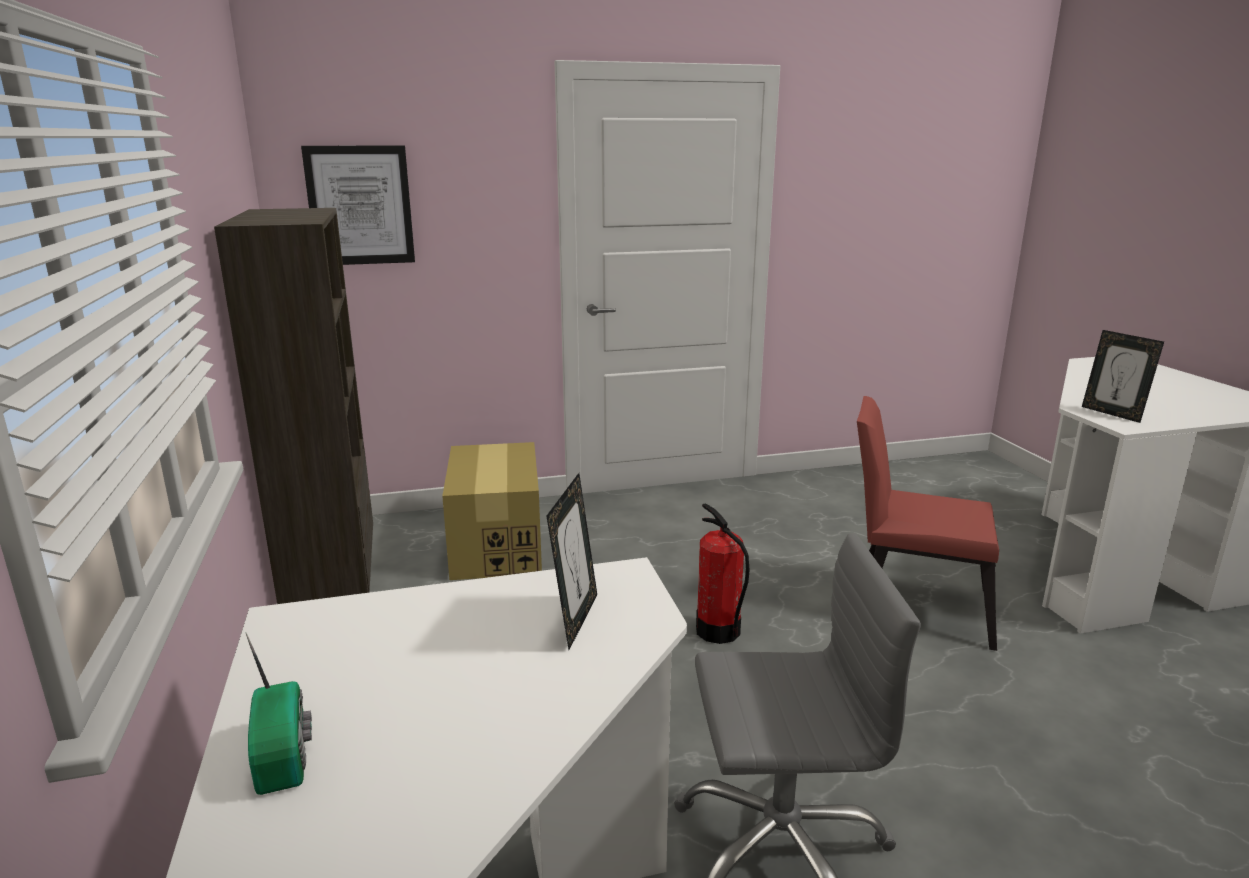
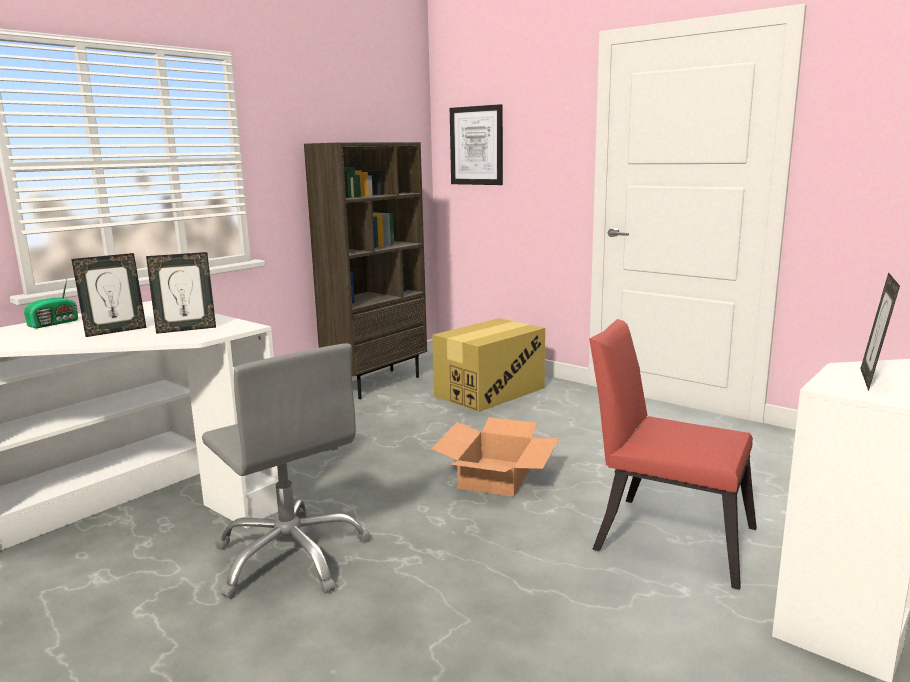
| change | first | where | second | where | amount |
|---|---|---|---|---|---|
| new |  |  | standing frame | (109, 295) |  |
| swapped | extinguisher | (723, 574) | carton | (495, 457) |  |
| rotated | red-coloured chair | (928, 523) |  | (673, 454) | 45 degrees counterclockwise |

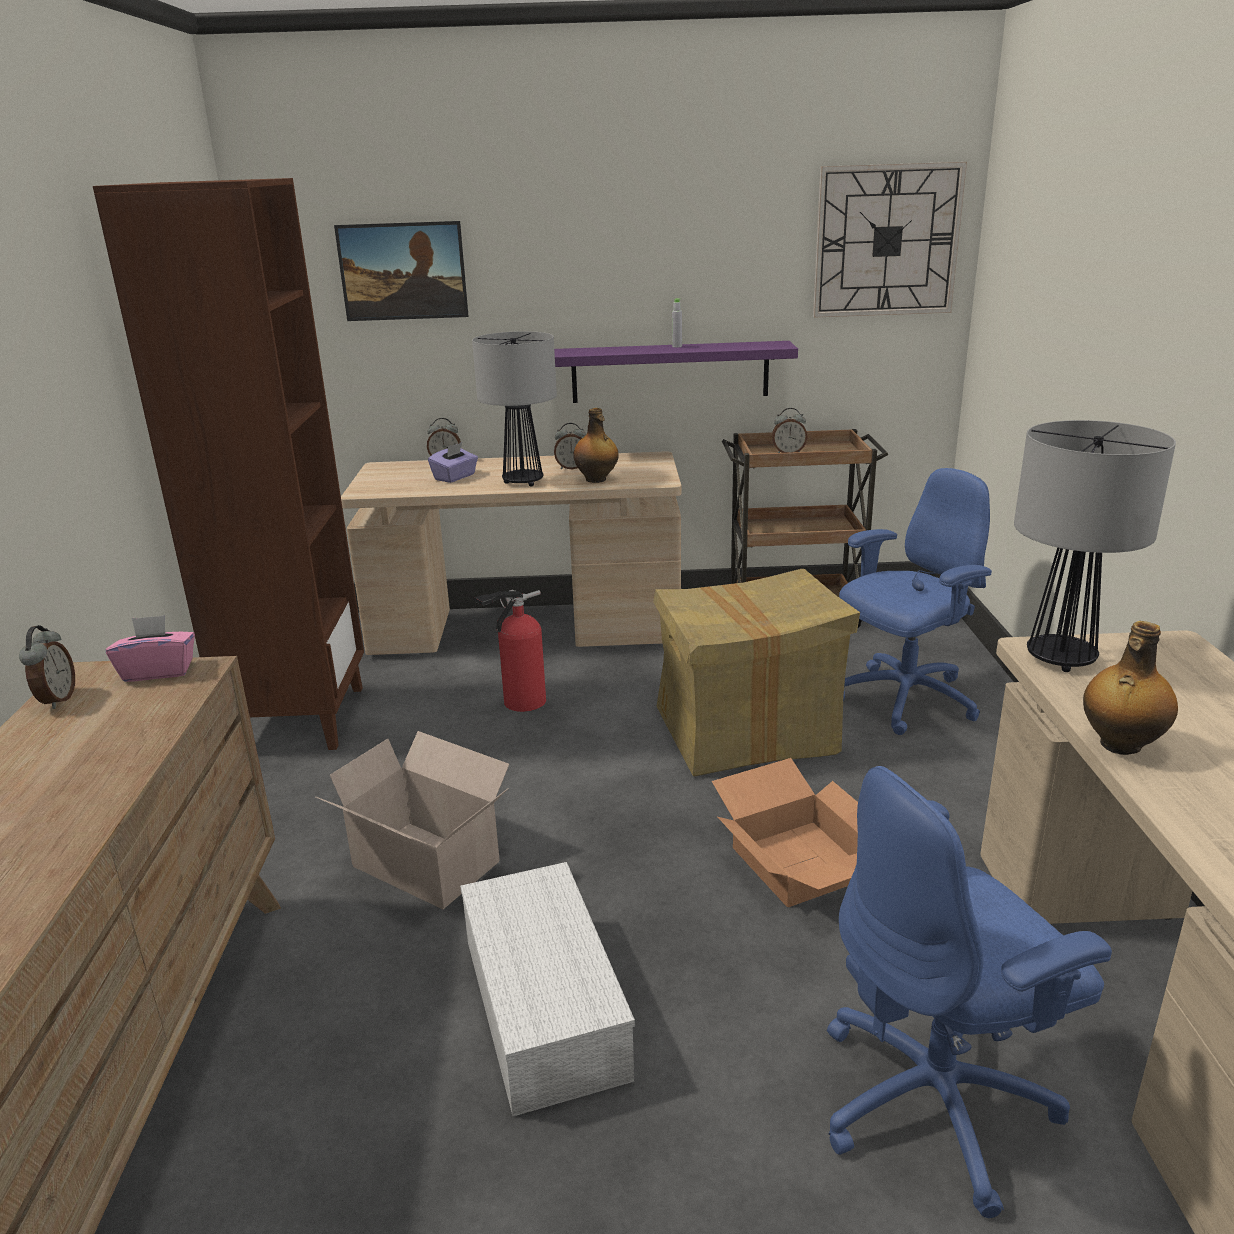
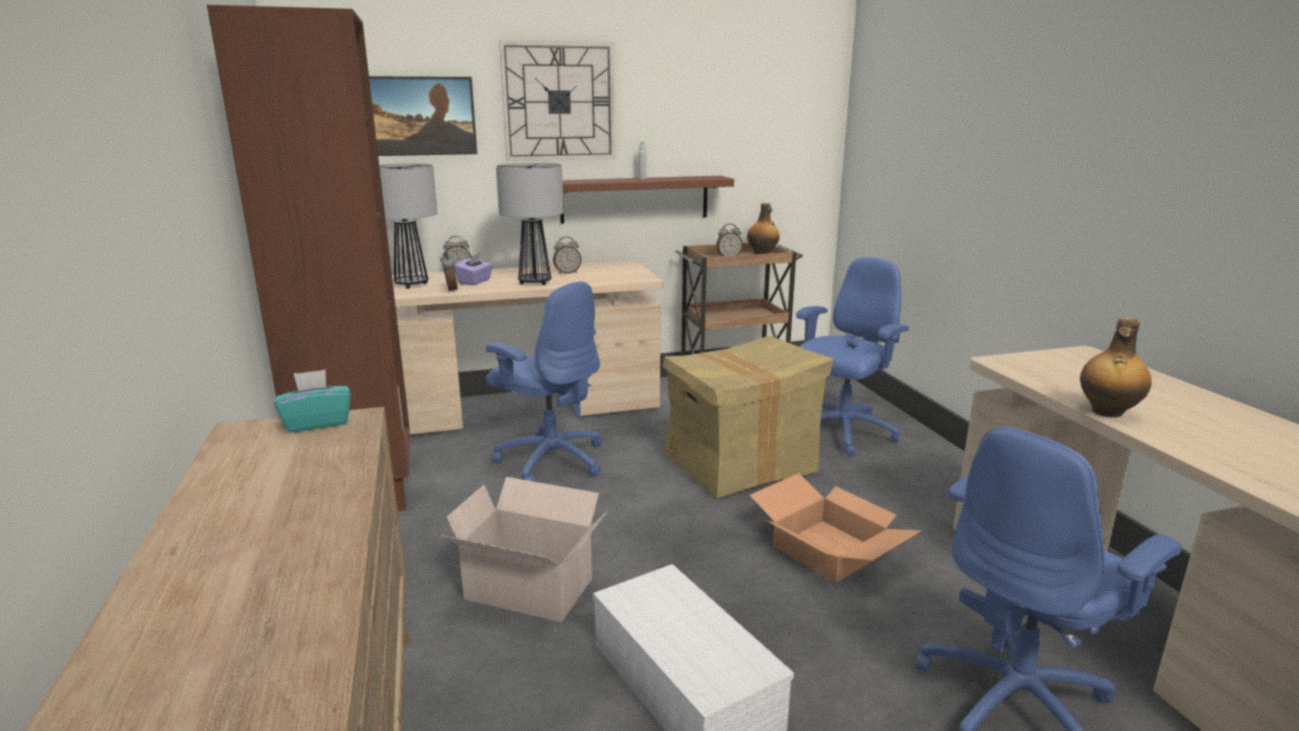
| change | first | where | second | where | amount |
|---|---|---|---|---|---|
| repainted | pinkish tissue box | (150, 648) | turquoise-coloured tissue box | (312, 401) |  |
| shifted | tabletop lamp | (1095, 546) |  | (408, 225) |  |
| shifted | table clock | (47, 667) |  | (449, 272) |  |
| swapped | extinguisher | (510, 651) | blue computer chair | (544, 382) |  |
| shifted | clock on the wall | (890, 240) |  | (557, 101) |  |
| repainted | purple-coloured bracket shelf | (676, 372) | brownish bracket shelf | (647, 200) |  |
| shifted | beverage bottle | (596, 445) |  | (763, 228) |  |

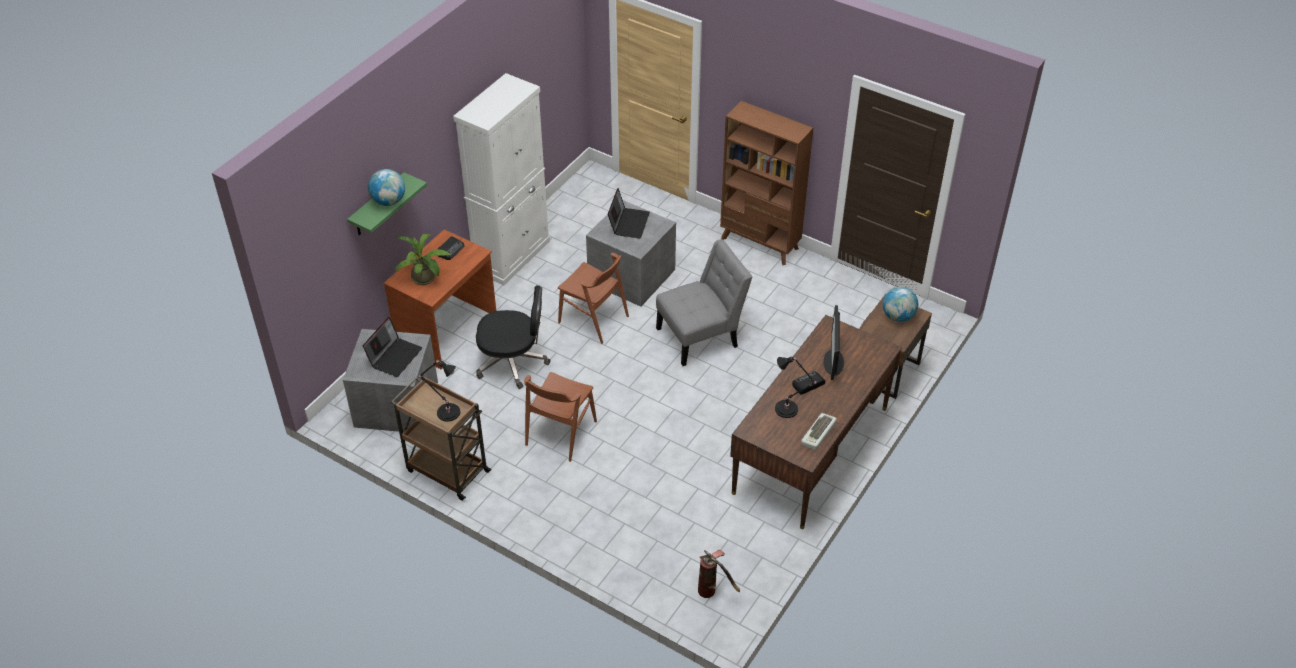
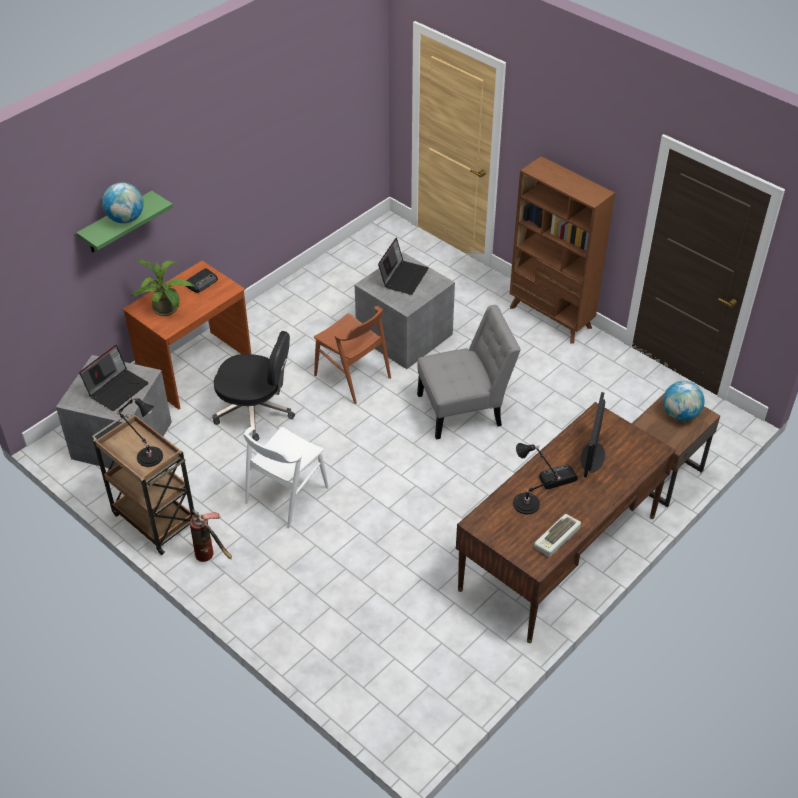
| change | first | where | second | where | amount |
|---|---|---|---|---|---|
| shifted | extinguisher | (719, 574) |  | (211, 535) |  |
| repainted | brownish chair | (560, 417) | whitish chair | (286, 477) |  |
| gone | whitish cupboard | (501, 179) |  |  |  |

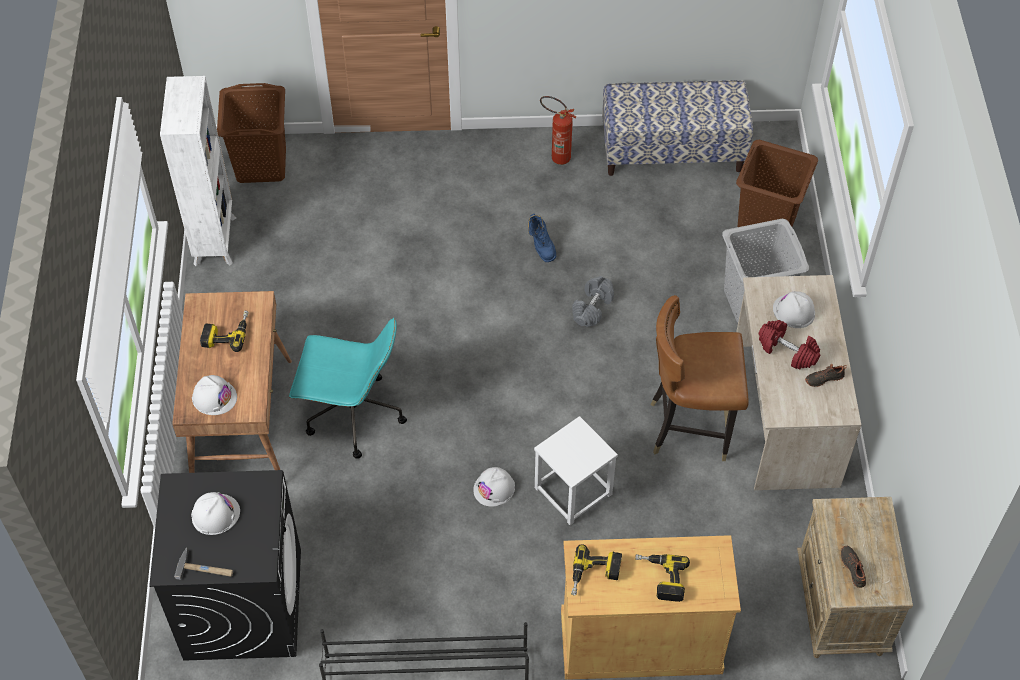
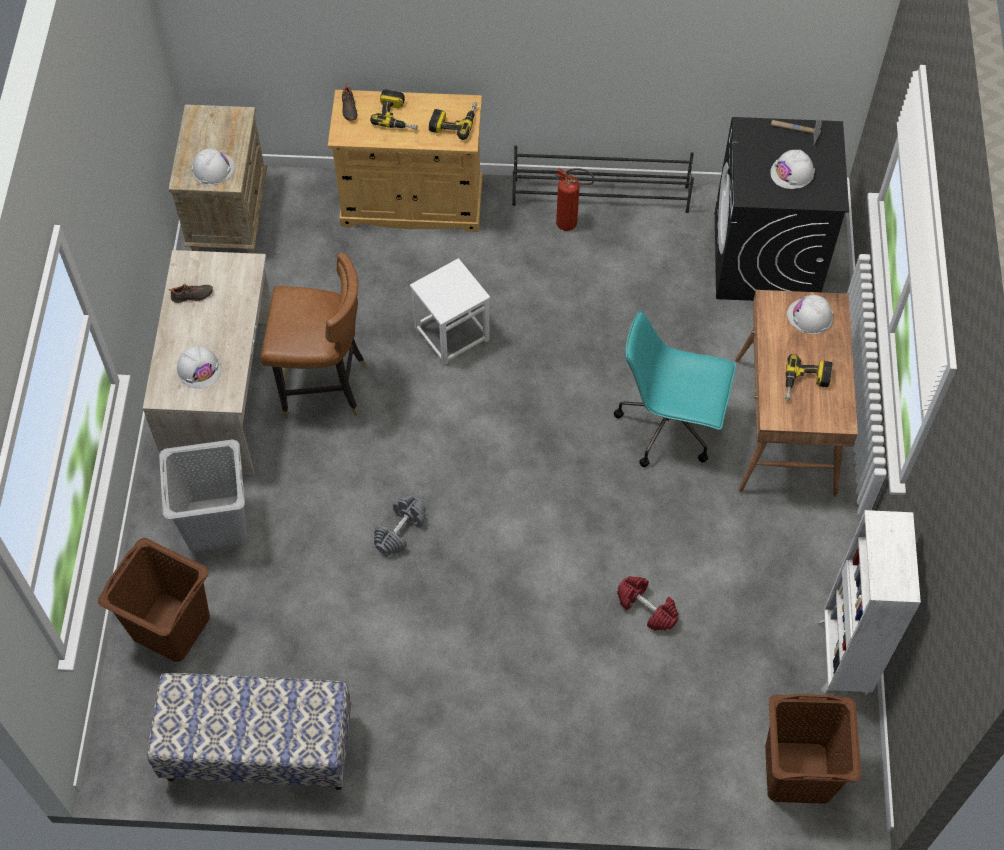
| change | first | where | second | where | amount |
|---|---|---|---|---|---|
| shifted | whitish work helmet | (494, 487) |  | (213, 167) |  |
| shifted | black shoe | (853, 567) |  | (349, 102) |  |
| shifted | extinguisher | (558, 130) |  | (574, 199) |  |
| shifted | red-coloured dumbbell | (789, 344) |  | (647, 603) |  |
| gone | blue high-top boot | (542, 238) |  |  |  |

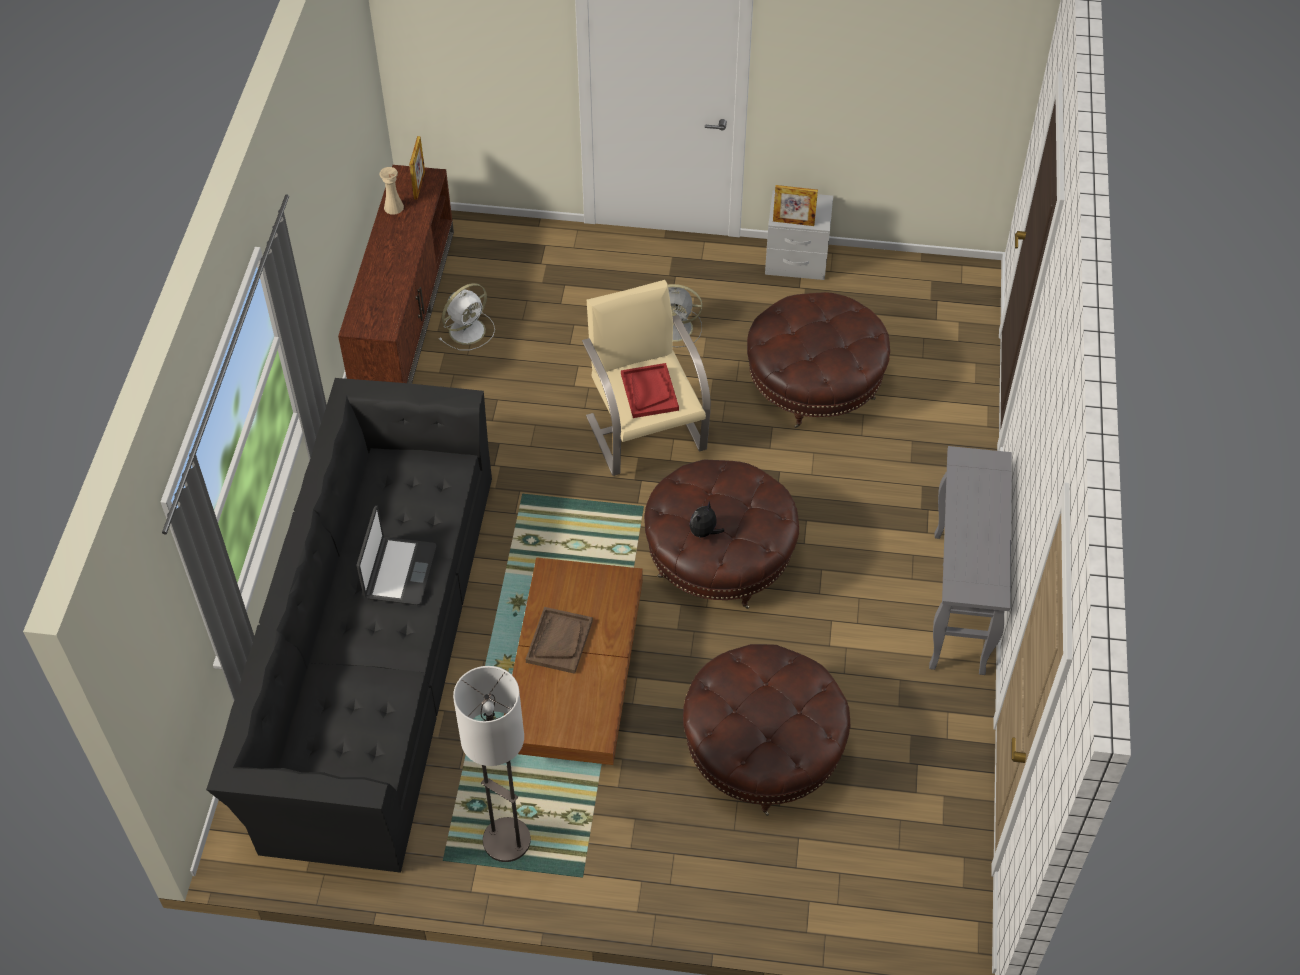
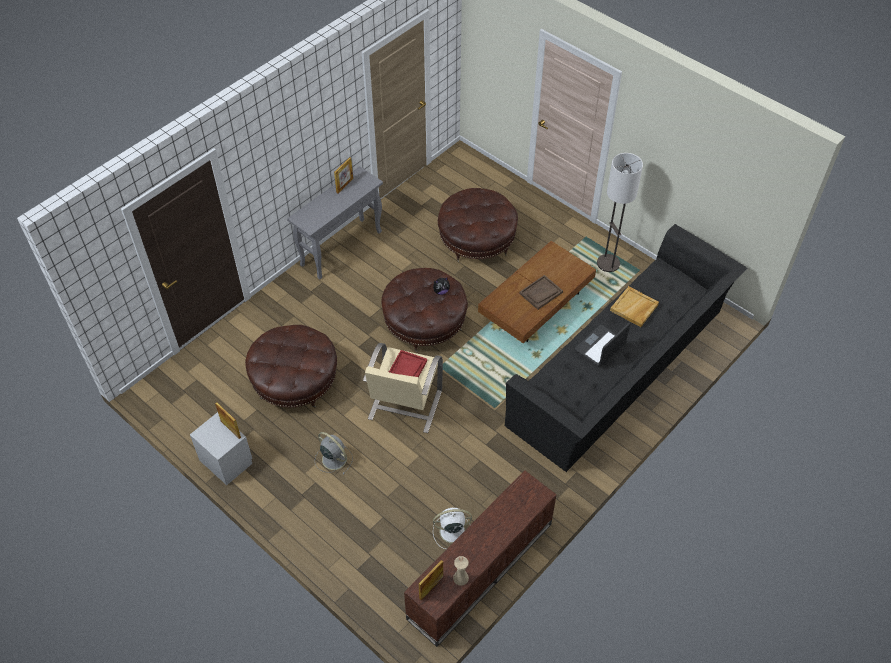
| change | first | where | second | where | amount |
|---|---|---|---|---|---|
| new |  |  | standing frame | (343, 175) |  |
| new |  |  | sand-coloured tray | (634, 306) |  |

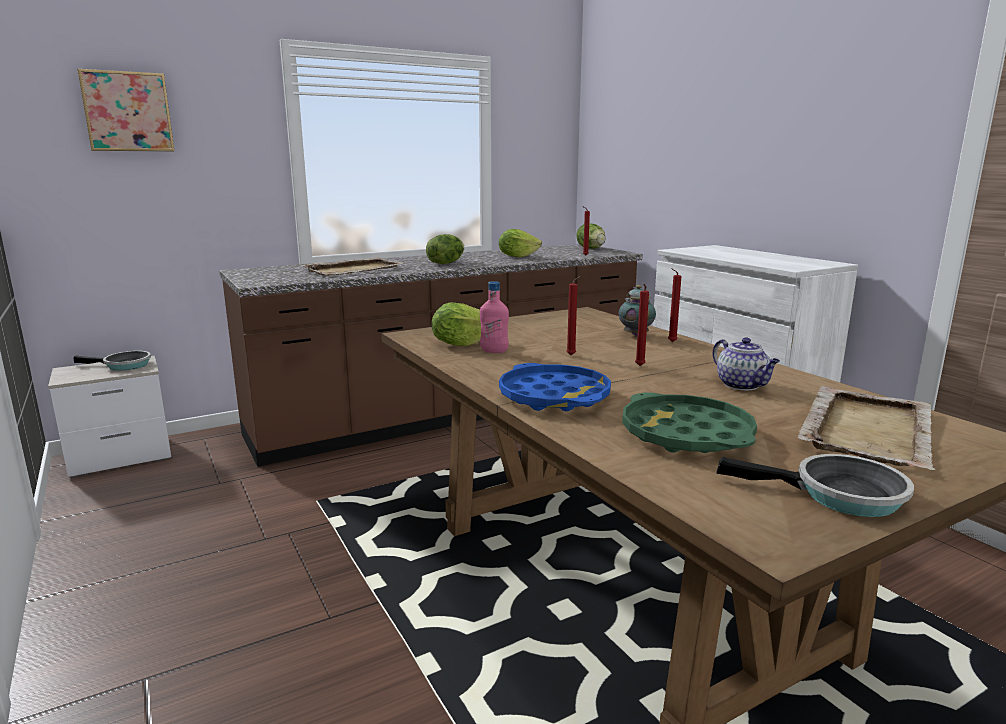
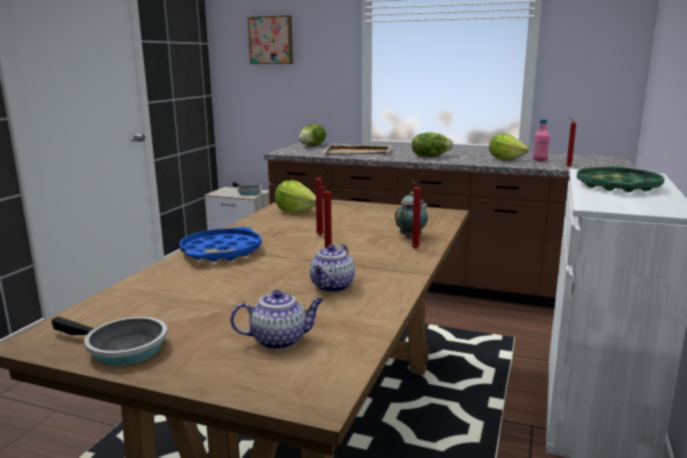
| change | first | where | second | where | amount |
|---|---|---|---|---|---|
| rotated | skillet | (815, 485) |  | (109, 341) | 45 degrees counterclockwise |
| swapped | sand-coloured tray | (867, 428) | teapot | (277, 320) |  |
| shifted | lettuce head | (591, 236) |  | (312, 135) |  |
| shifted | pinkish beverage bottle | (494, 317) |  | (541, 140) |  |
| shifted | green tray | (689, 422) |  | (621, 179) |  |

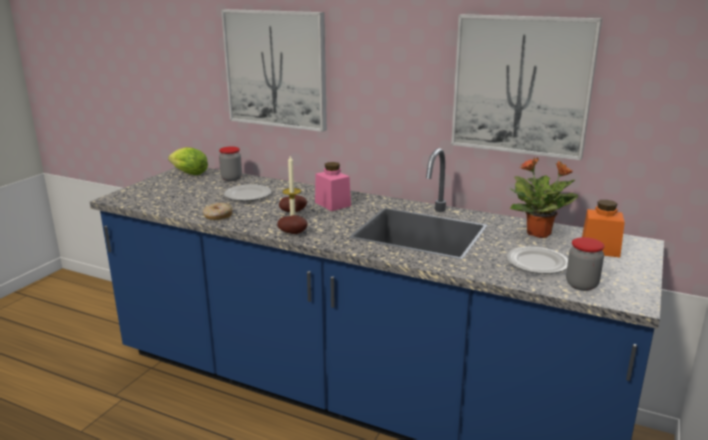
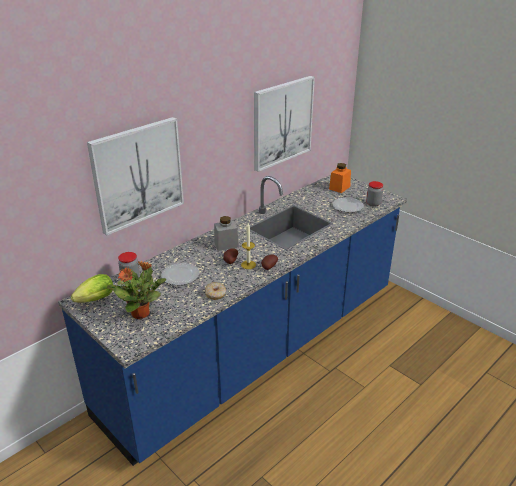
| change | first | where | second | where | amount |
|---|---|---|---|---|---|
| shifted | plant in a pot | (544, 197) |  | (136, 290) |  |
| repainted | pinkish jar | (333, 186) | gray jar | (226, 233) |  |

